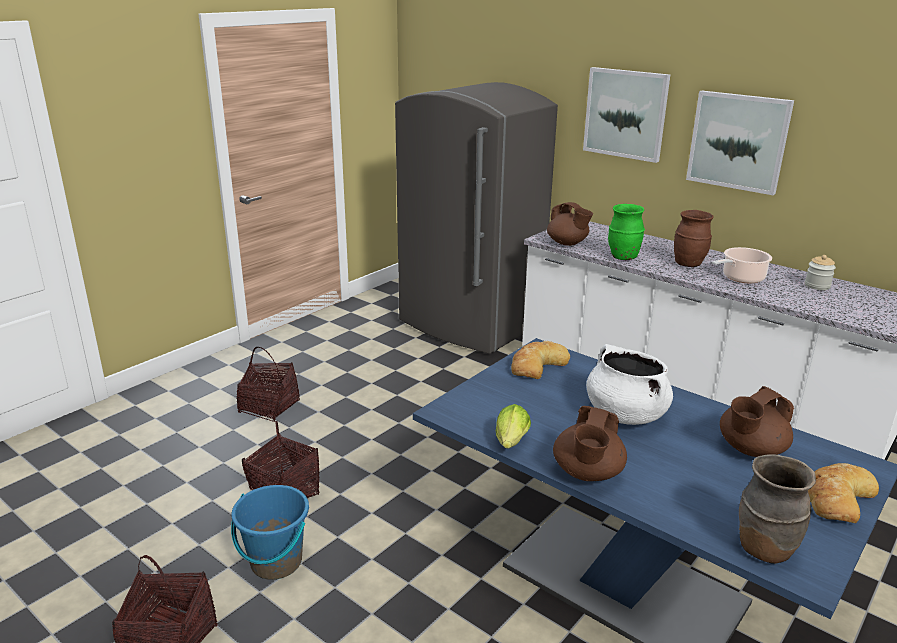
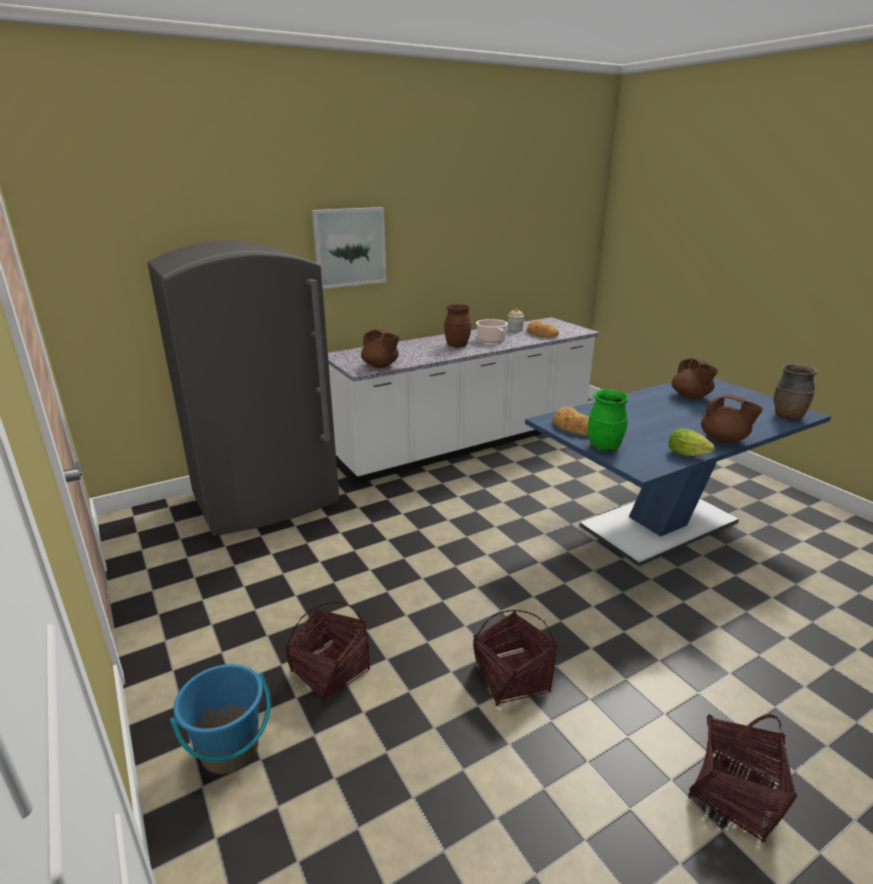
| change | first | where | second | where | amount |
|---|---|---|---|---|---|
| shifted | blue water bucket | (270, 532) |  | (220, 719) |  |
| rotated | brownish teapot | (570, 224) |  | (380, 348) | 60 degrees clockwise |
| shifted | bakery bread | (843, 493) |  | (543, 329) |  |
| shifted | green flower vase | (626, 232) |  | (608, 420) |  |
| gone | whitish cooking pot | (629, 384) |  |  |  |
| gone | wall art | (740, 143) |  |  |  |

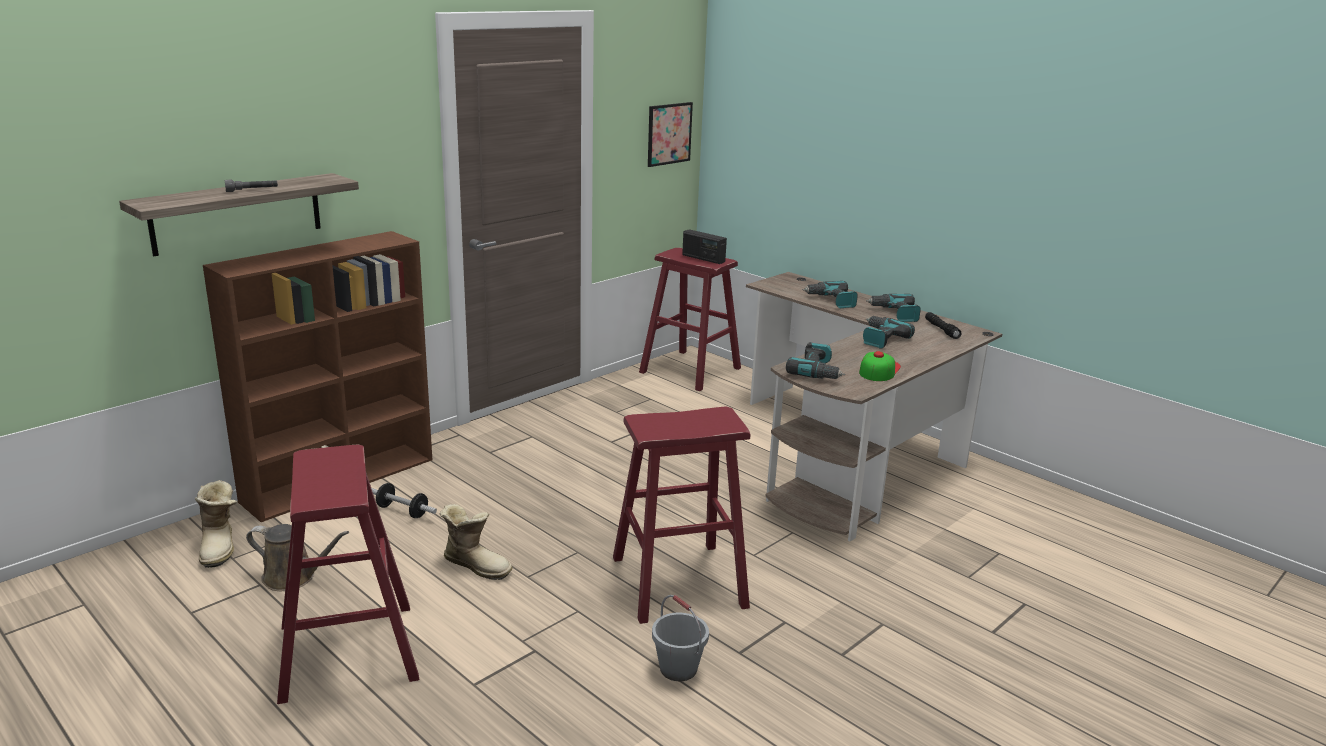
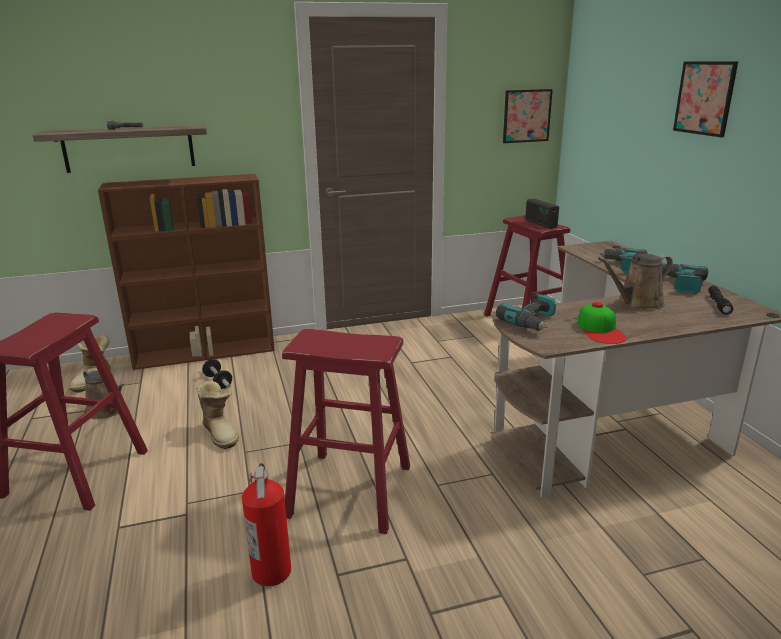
| change | first | where | second | where | amount |
|---|---|---|---|---|---|
| swapped | gray water bucket | (680, 638) | extinguisher | (266, 524) |  |
| rotated | peaked cap | (880, 366) |  | (602, 323) | 120 degrees clockwise |
| swapped | electric drill | (889, 332) | brownish watering can | (635, 281) |  |
| new |  |  | wall art | (705, 99) |  |

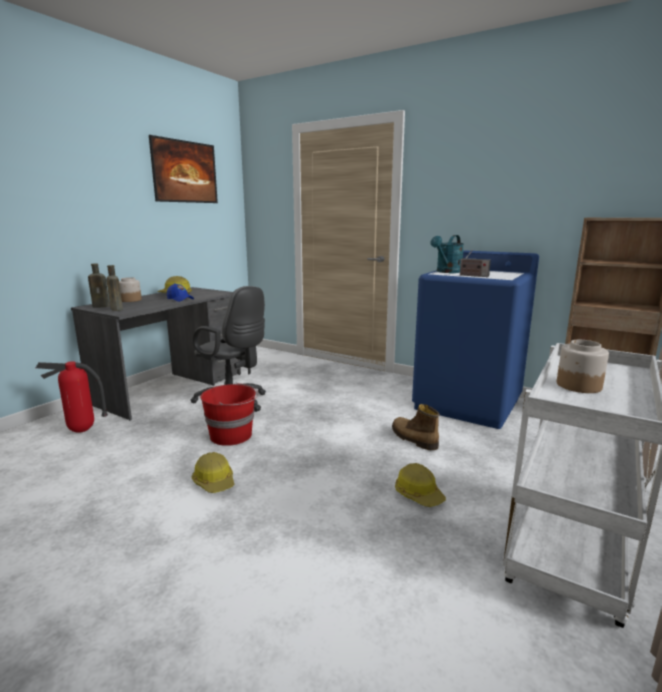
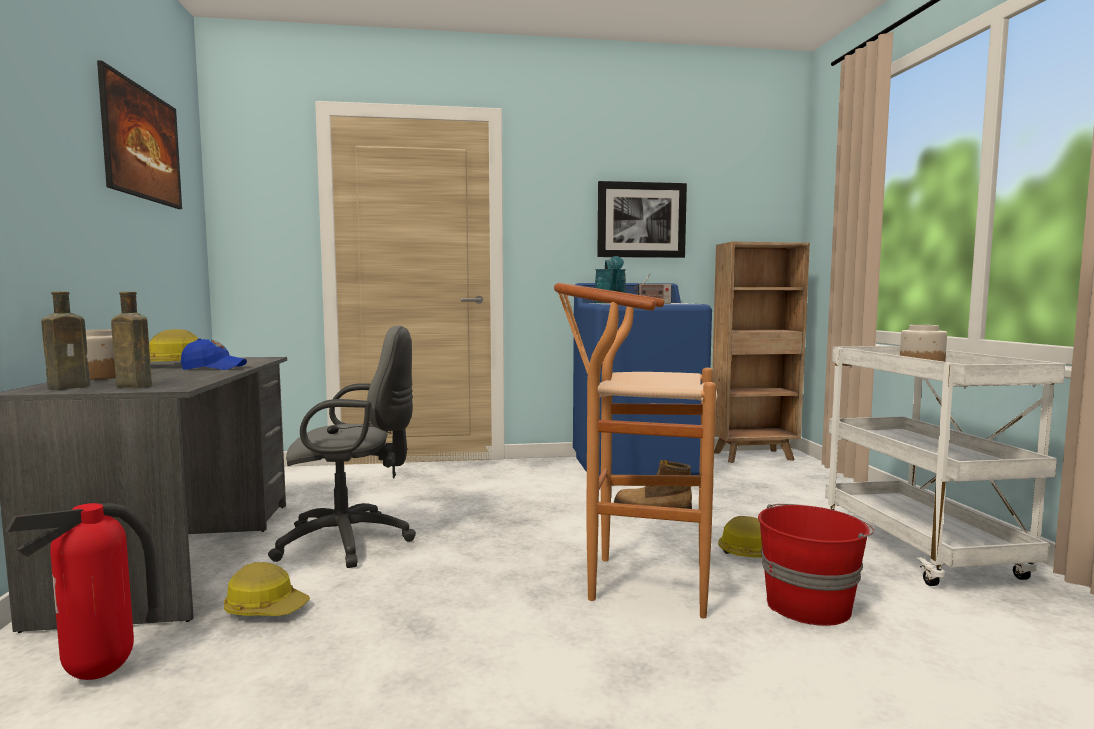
| change | first | where | second | where | amount |
|---|---|---|---|---|---|
| shifted | work helmet | (213, 472) |  | (267, 589) |  |
| new |  |  | brownish stool | (635, 450) |  |
| new |  |  | wall art | (642, 219) |  |
| shifted | red-coloured water bucket | (229, 414) |  | (816, 565) |  |

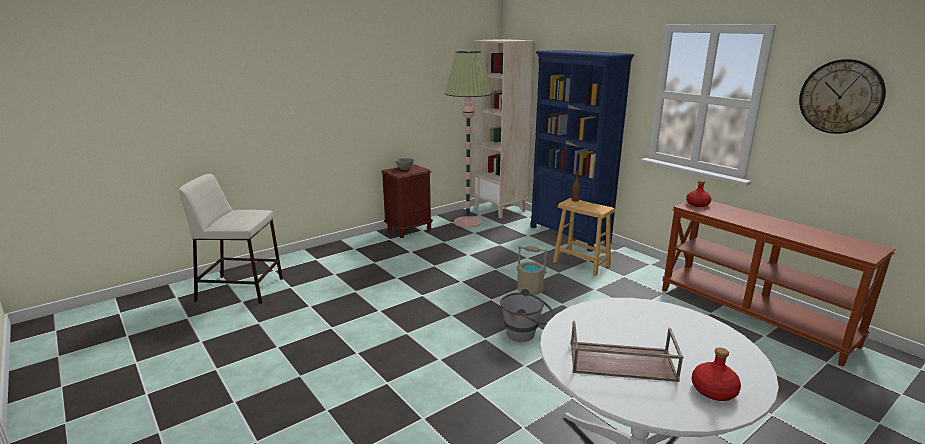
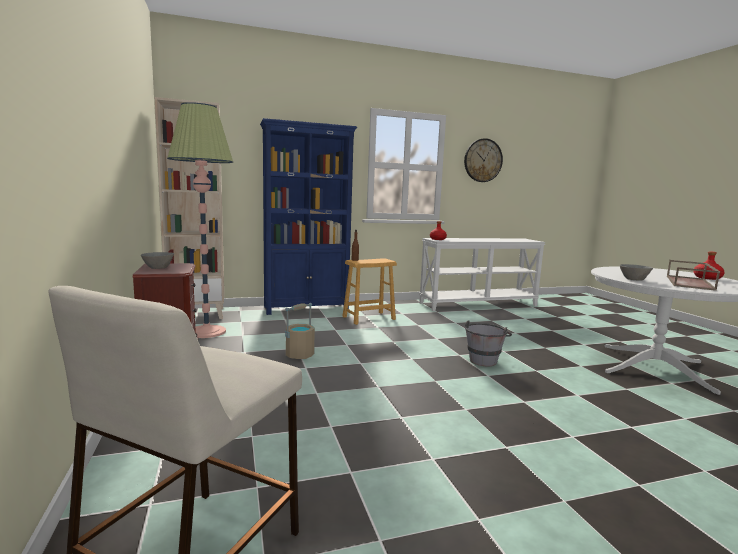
| change | first | where | second | where | amount |
|---|---|---|---|---|---|
| shifted | sand-coloured water bucket | (532, 270) |  | (300, 331) |  |
| repainted | brownish hall table | (779, 284) | whitish hall table | (482, 274) |  |
| new |  |  | gray deep dish | (636, 272) |  |

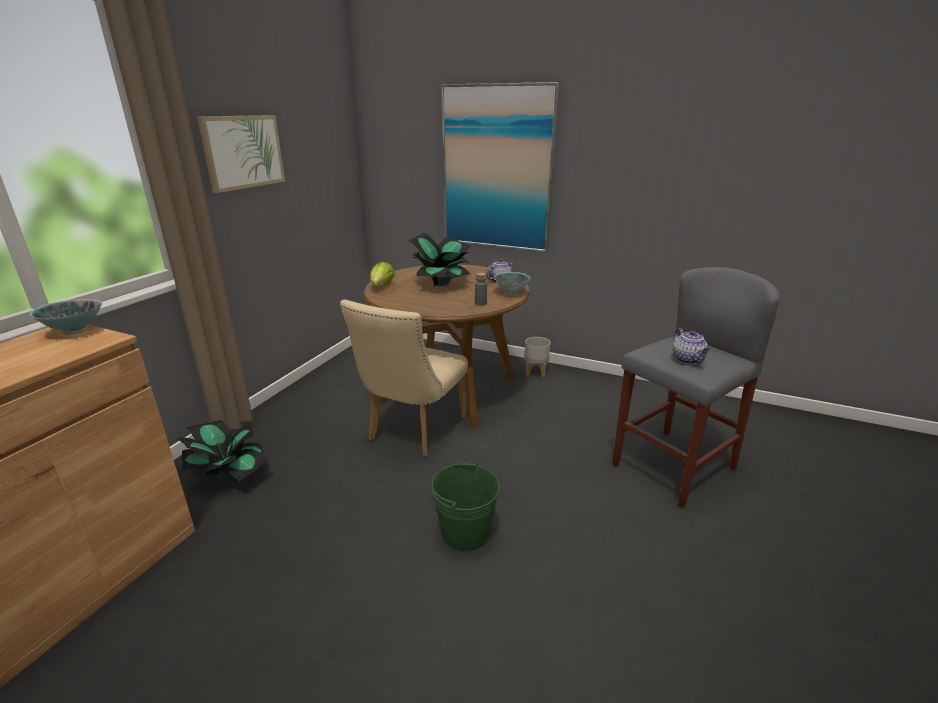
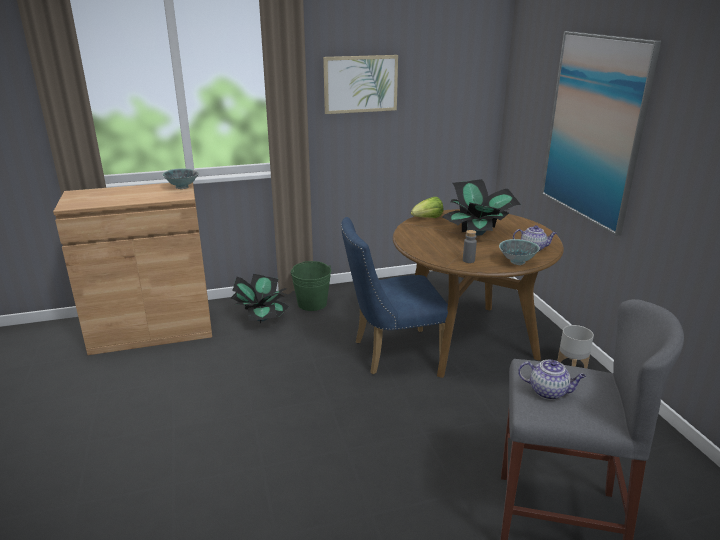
| change | first | where | second | where | amount |
|---|---|---|---|---|---|
| shifted | green water bucket | (465, 507) |  | (311, 286) |  |
| repainted | sand-coloured chair | (404, 378) | blue chair | (394, 295) |  |
| rotated | teapot | (692, 346) |  | (552, 380) | 105 degrees counterclockwise |

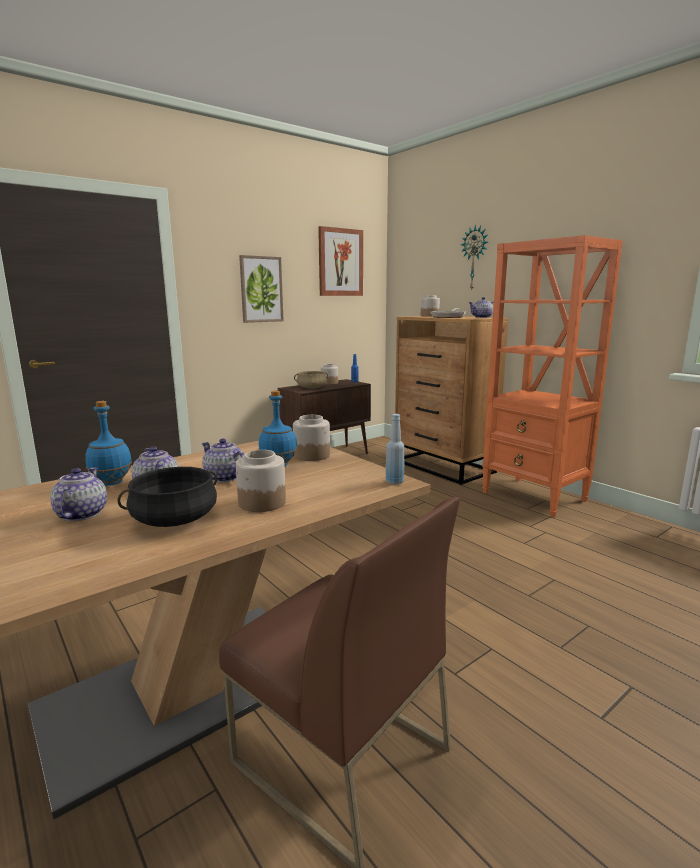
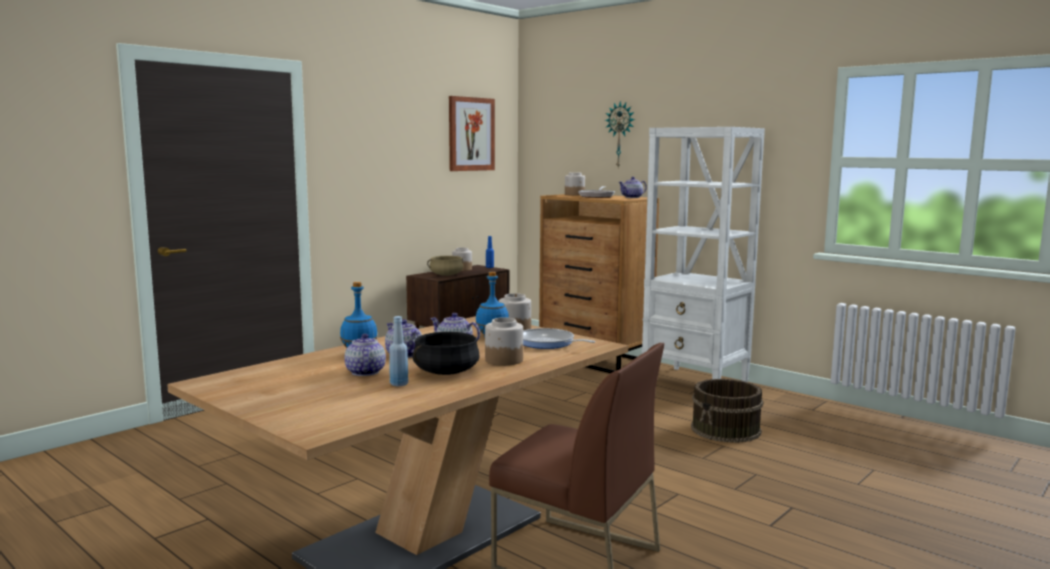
| change | first | where | second | where | amount |
|---|---|---|---|---|---|
| shifted | blue beverage bottle | (395, 449) |  | (398, 351) |  |
| new |  |  | skillet | (559, 338) |  |
| repainted | orange bookcase | (552, 376) | whitish bookcase | (703, 254) |  |
| new |  |  | brownish water bucket | (727, 411) |  |
| gone | wall art | (261, 289) |  |  |  |

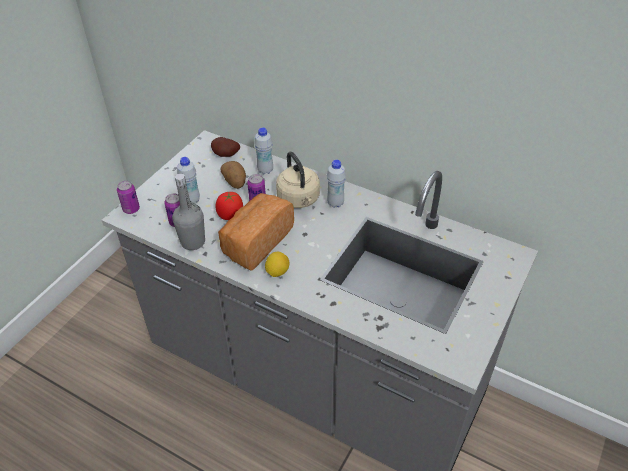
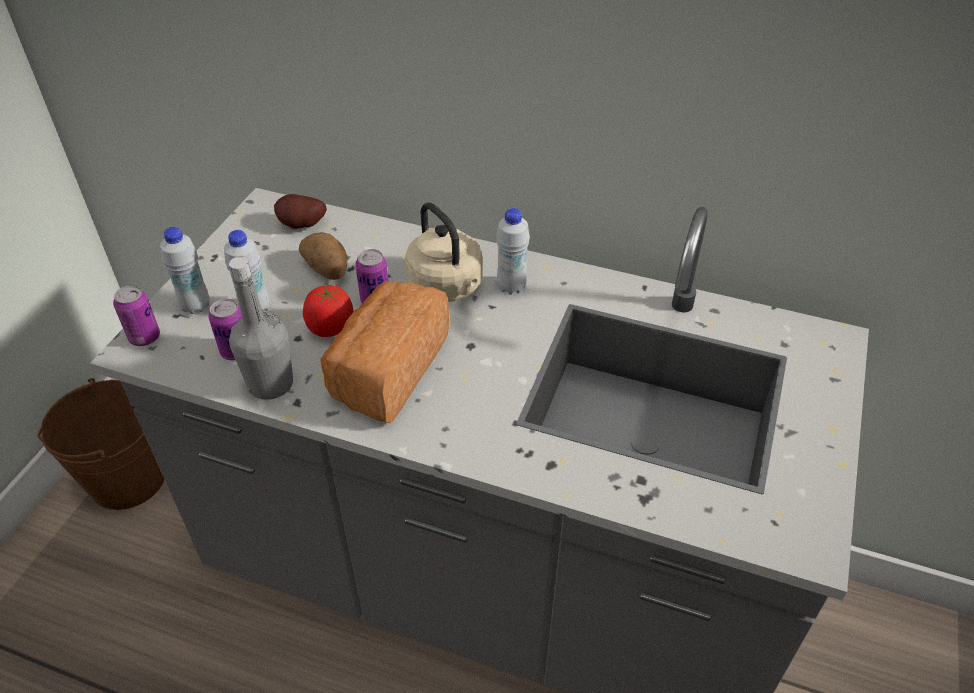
| change | first | where | second | where | amount |
|---|---|---|---|---|---|
| new |  |  | brownish water bucket | (100, 444) |  |
| shifted | whitish beverage bottle | (263, 150) |  | (185, 270) |  |
| gone | whole lemon | (277, 264) |  |  |  |

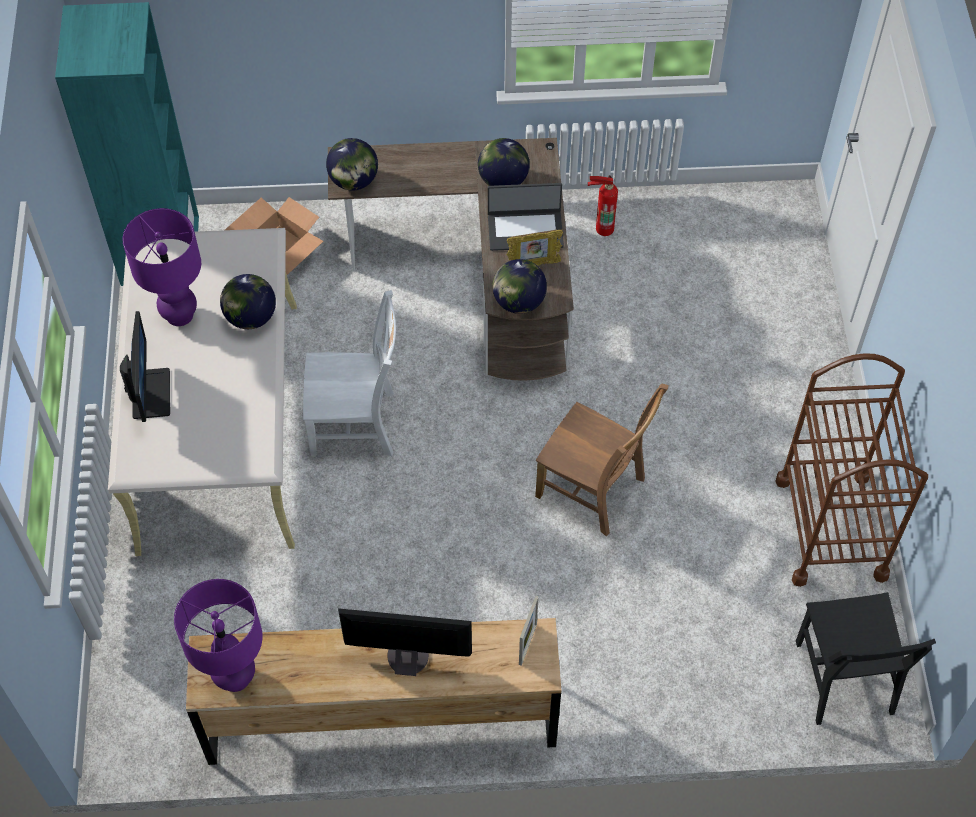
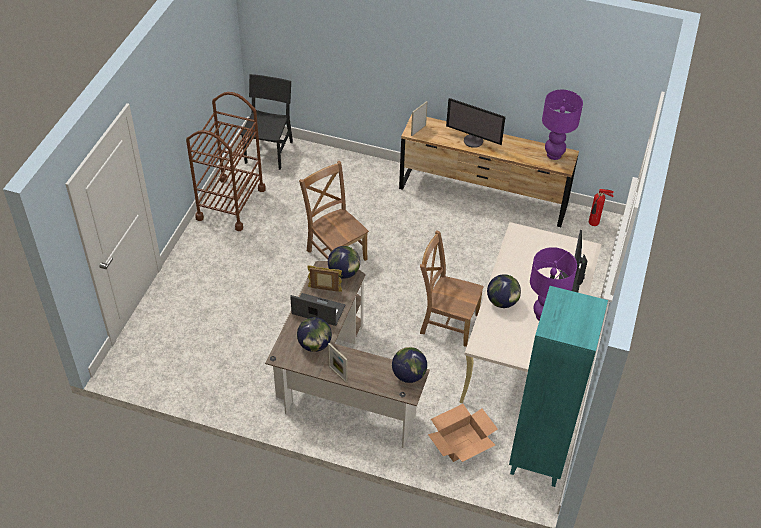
| change | first | where | second | where | amount |
|---|---|---|---|---|---|
| new |  |  | standing frame | (338, 363) |  |
| repainted | whitish chair | (349, 373) | brownish chair | (452, 288) |  |
| shifted | extinguisher | (603, 205) |  | (601, 207) |  |

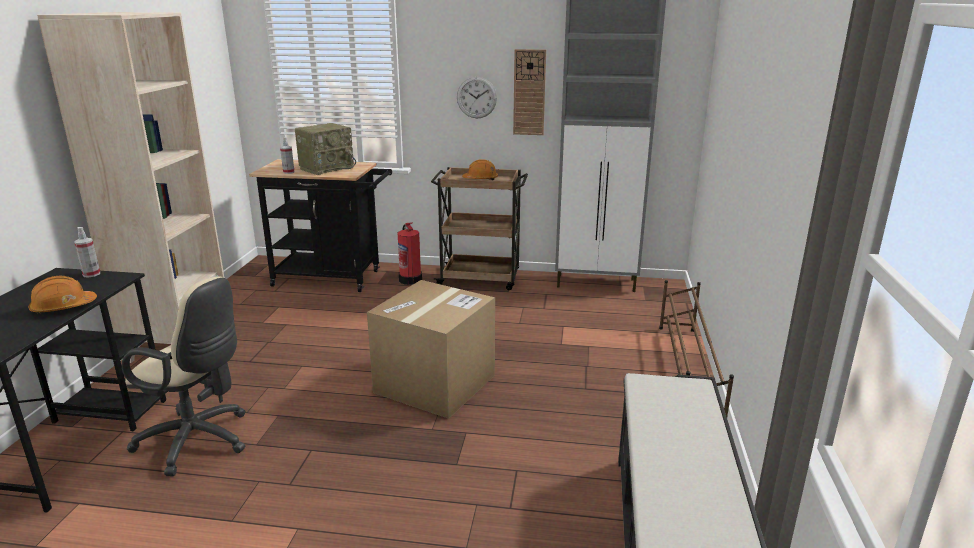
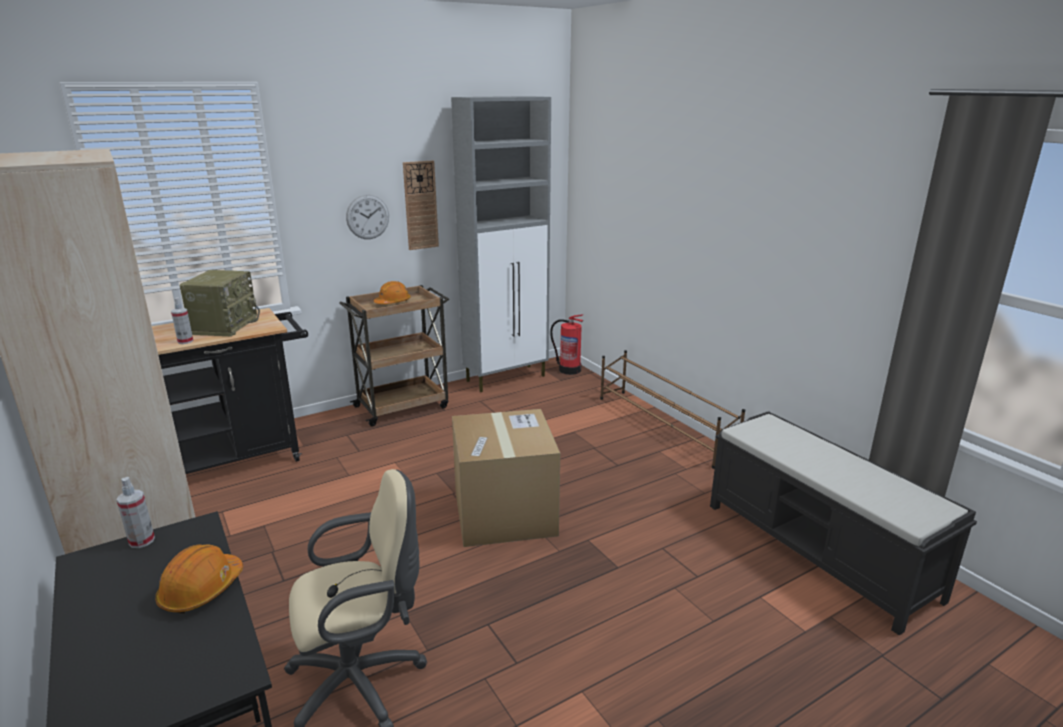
| change | first | where | second | where | amount |
|---|---|---|---|---|---|
| shifted | extinguisher | (410, 253) |  | (566, 344) |  |

